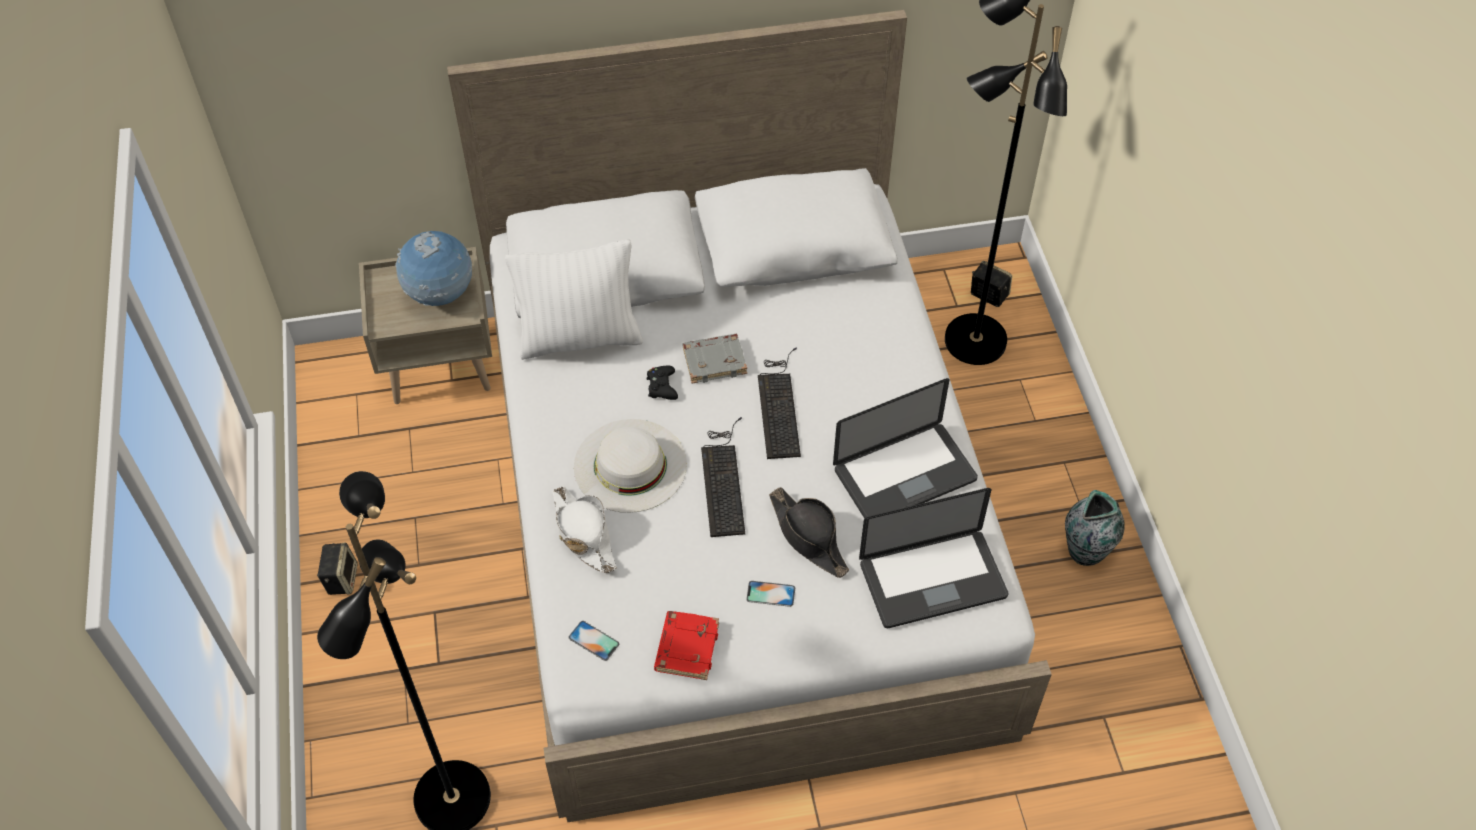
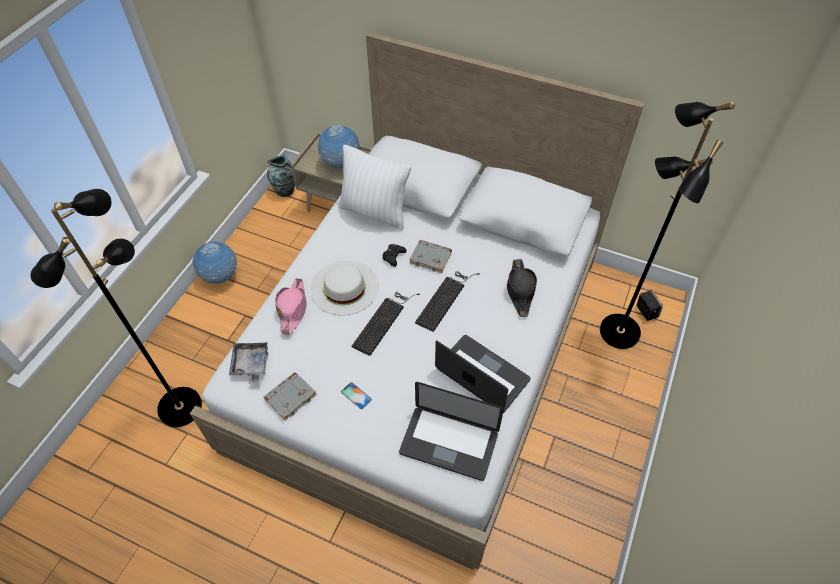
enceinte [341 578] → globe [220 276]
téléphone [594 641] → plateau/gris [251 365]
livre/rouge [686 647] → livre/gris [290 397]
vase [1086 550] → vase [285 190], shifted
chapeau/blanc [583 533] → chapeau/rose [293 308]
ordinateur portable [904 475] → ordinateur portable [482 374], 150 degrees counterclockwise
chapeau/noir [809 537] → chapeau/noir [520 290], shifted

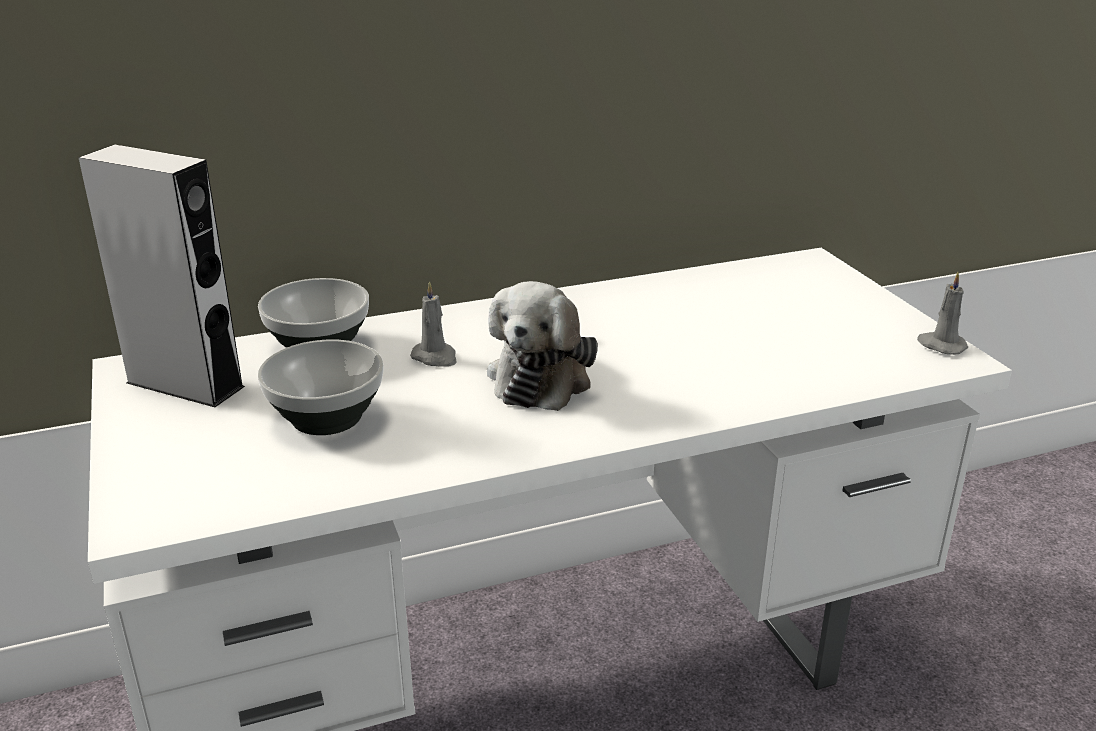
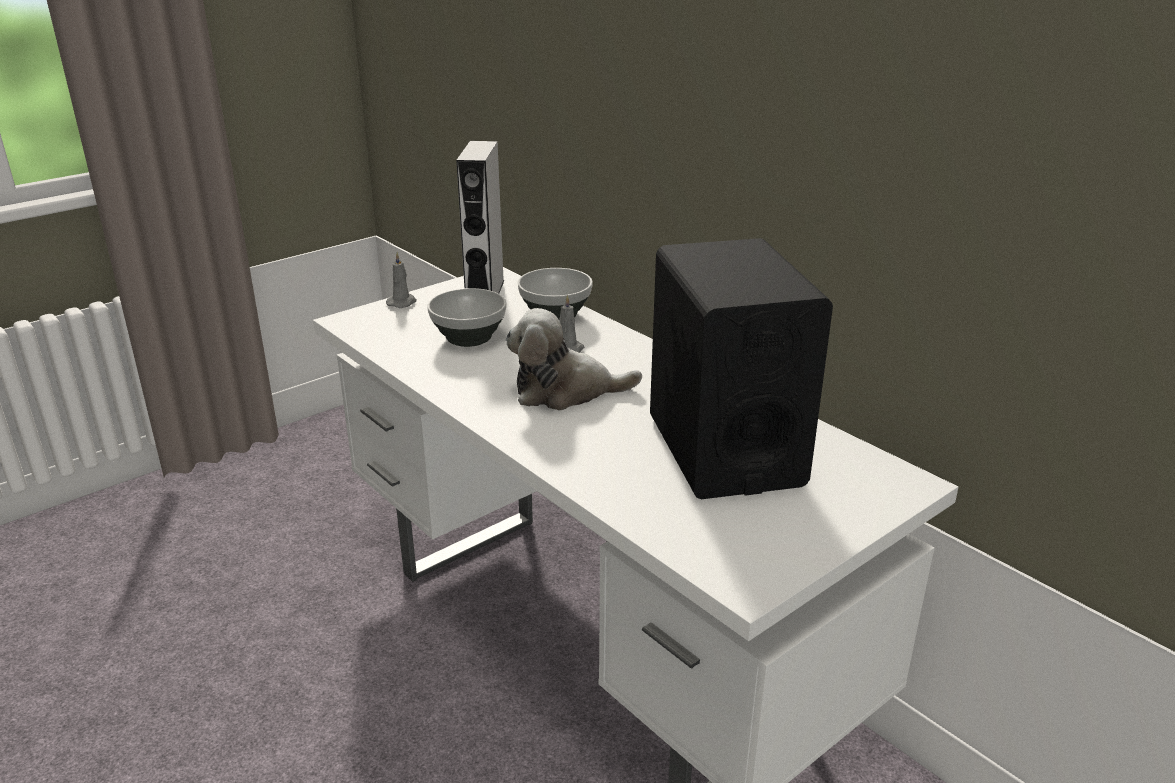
bougie/gris [940 345] → bougie/gris [402 302], shifted
- → enceinte/noir [724 450]

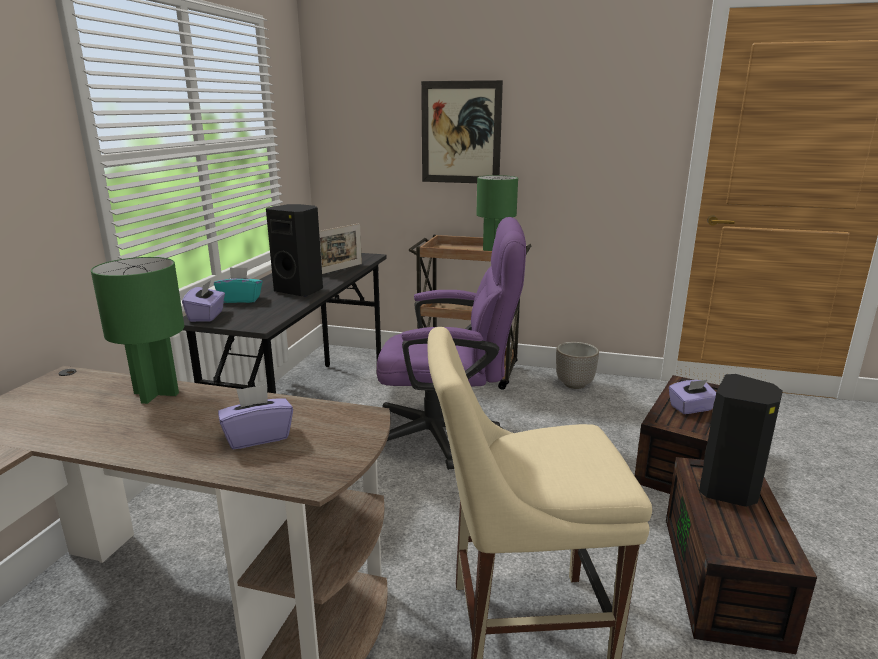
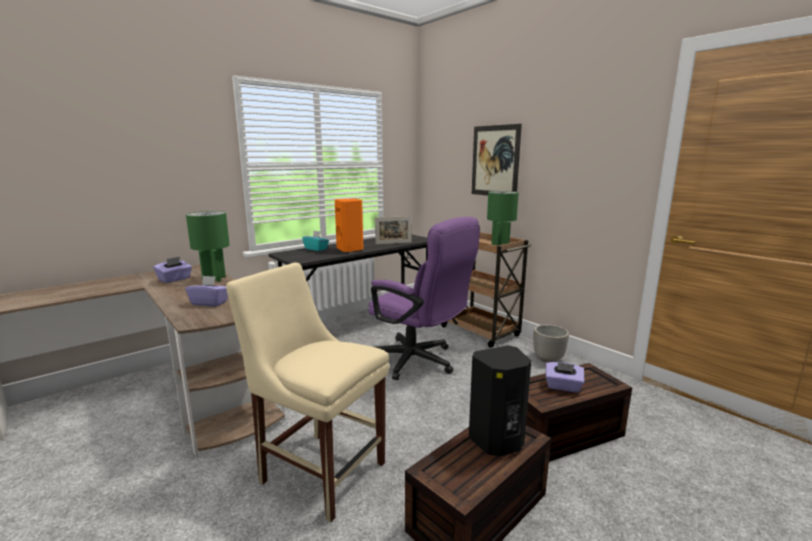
boîte à mouchoirs/violet [207 316] → boîte à mouchoirs/violet [175 279], shifted
enceinte/noir [300 290] → enceinte/orange [350 249]

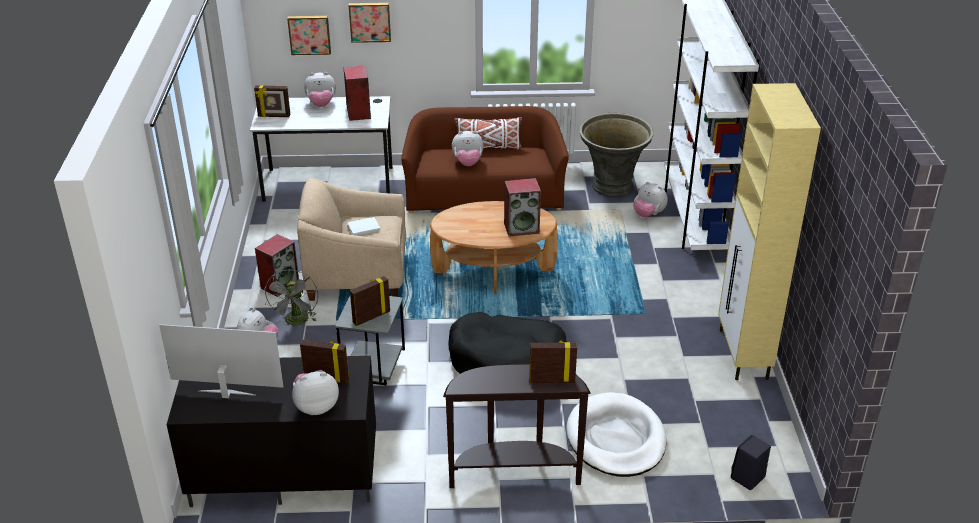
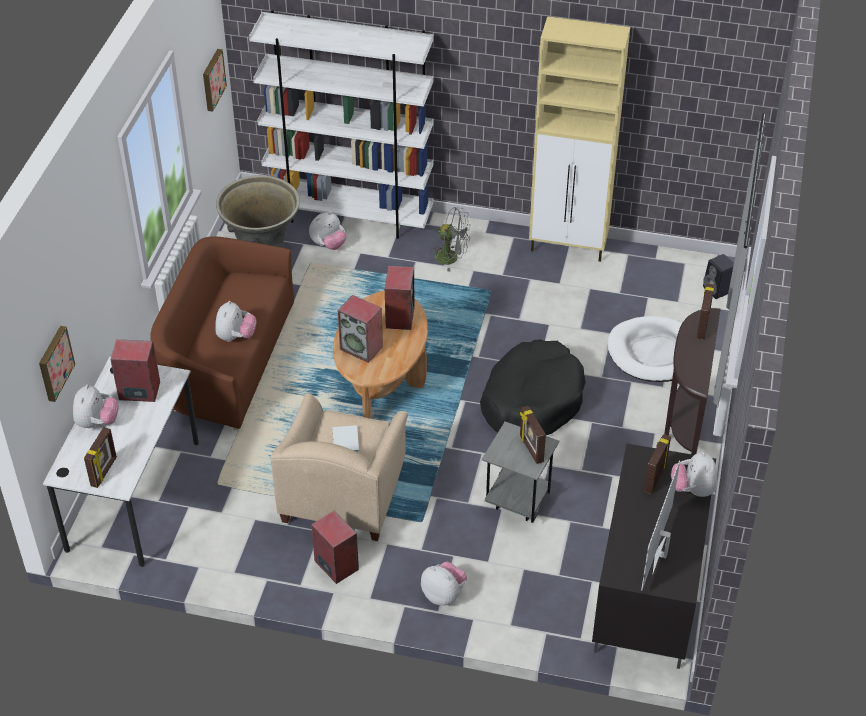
tableau [370 21] → tableau [212 79], shifted
- → enceinte [362 348]
ventilateur/gris [296 322] → ventilateur/gris [452 258], shifted
coussin/blanc [488 147] → -

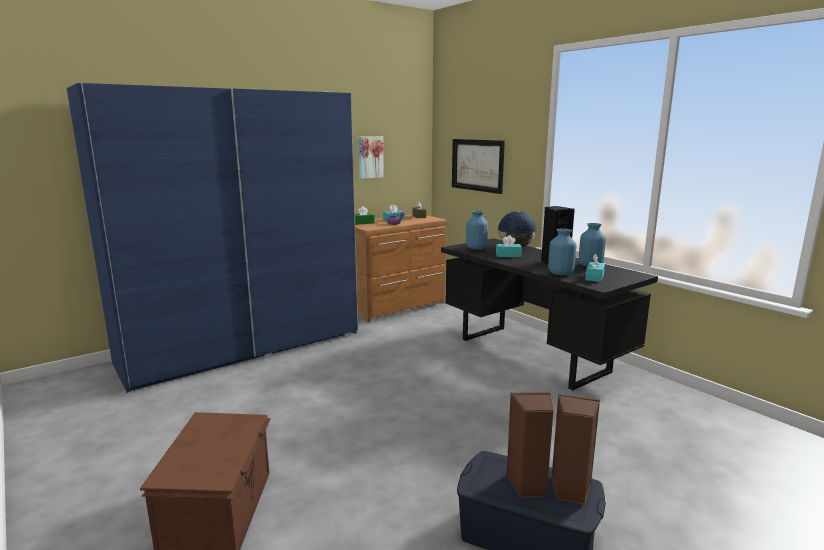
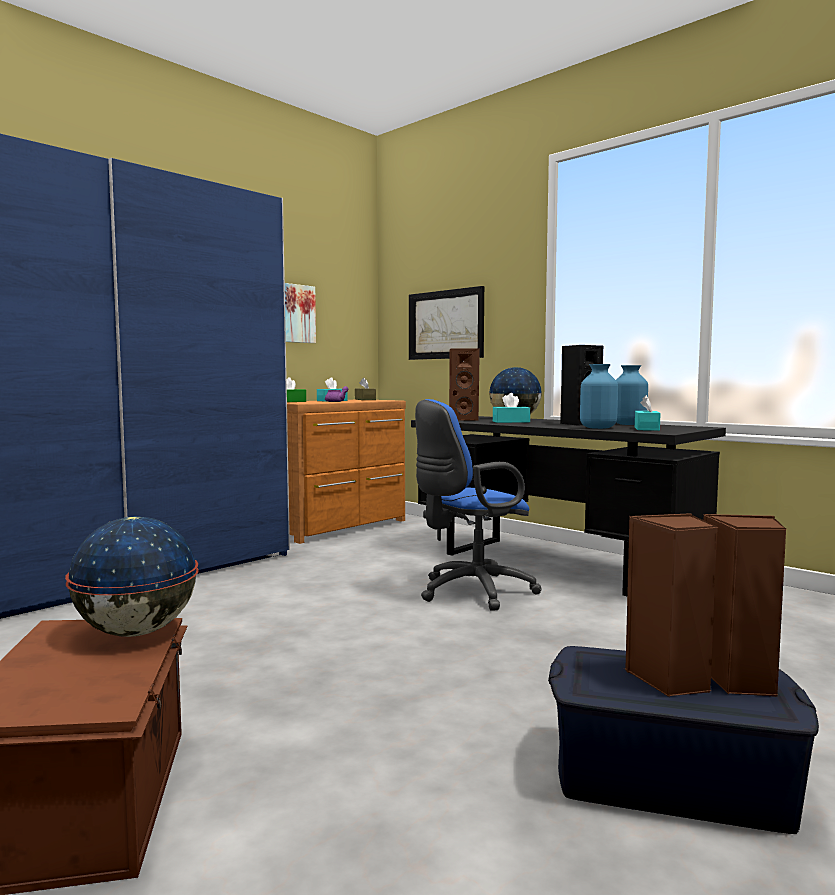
- → globe [135 632]
- → chaise de bureau/bleu [470 592]
vase/bleu [476 248] → enceinte/marron [461 419]

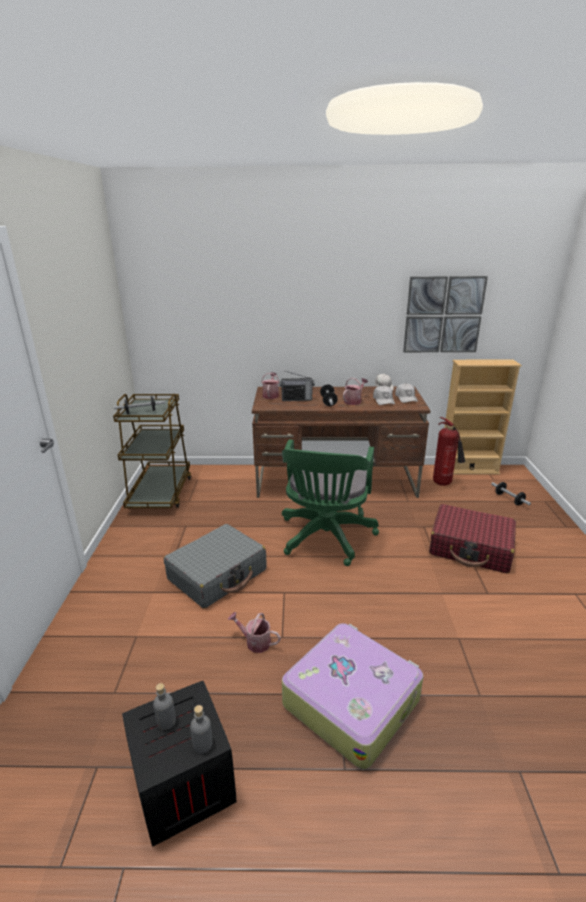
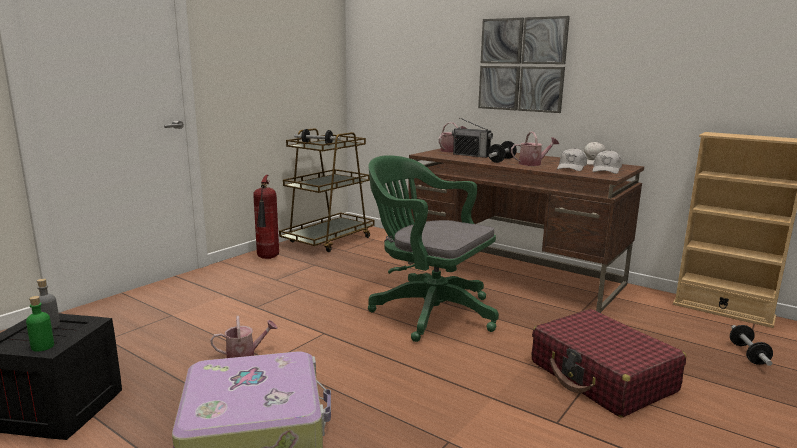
bouteille/gris [202 744] → bouteille/vert [42 346]
arrosoir [255 642] → arrosoir [245 354], 105 degrees clockwise
extincteur [444 484] → extincteur [268 258], shifted
chaise de bureau/vert [325 539] → chaise de bureau/vert [428 311], 75 degrees clockwise
tableau [443 315] → tableau [521 65], shifted
valise/gris [218 575] → -

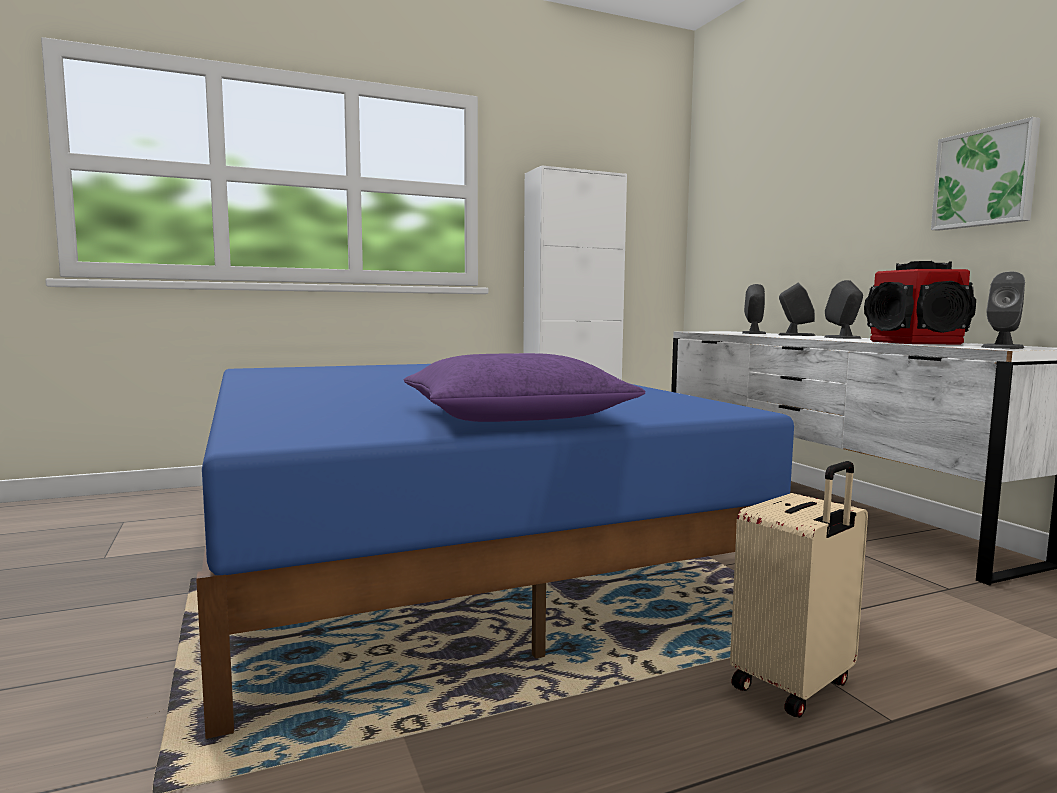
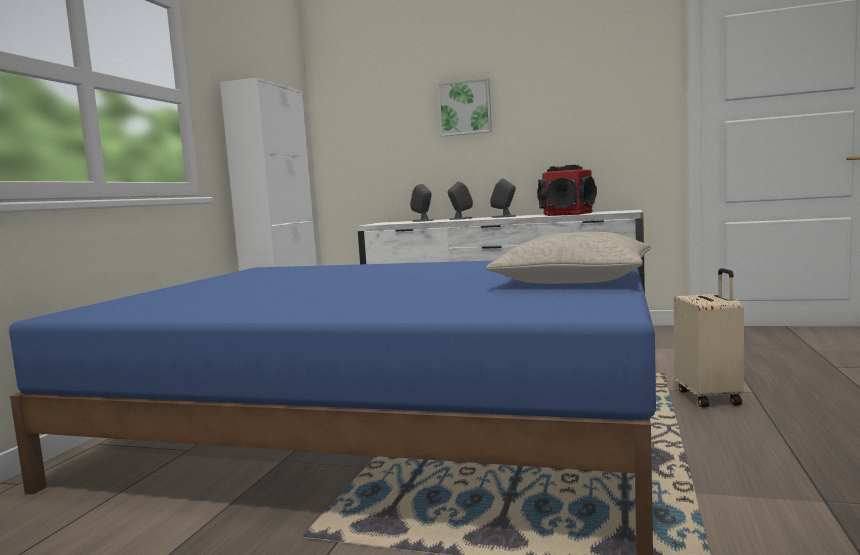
tableau [985 178] → tableau [465 108], shifted
coussin/violet [512 416] → coussin/beige [573 279]
enceinte/gris [1002 347] → -

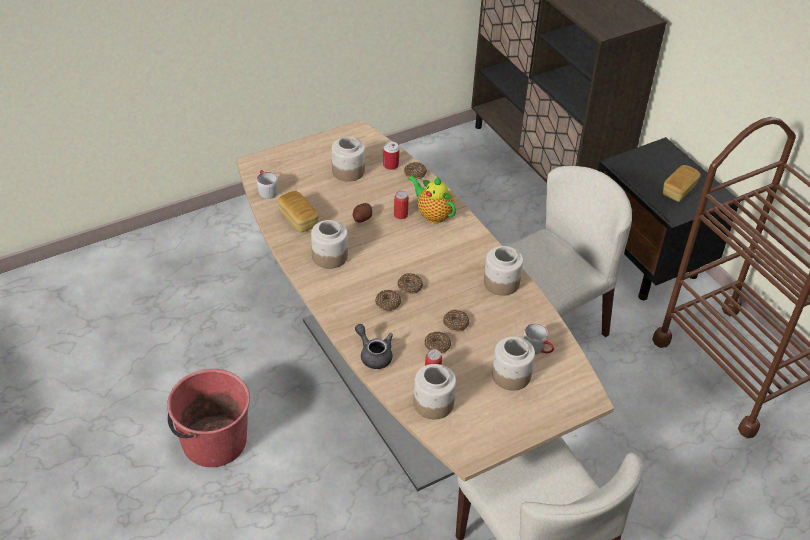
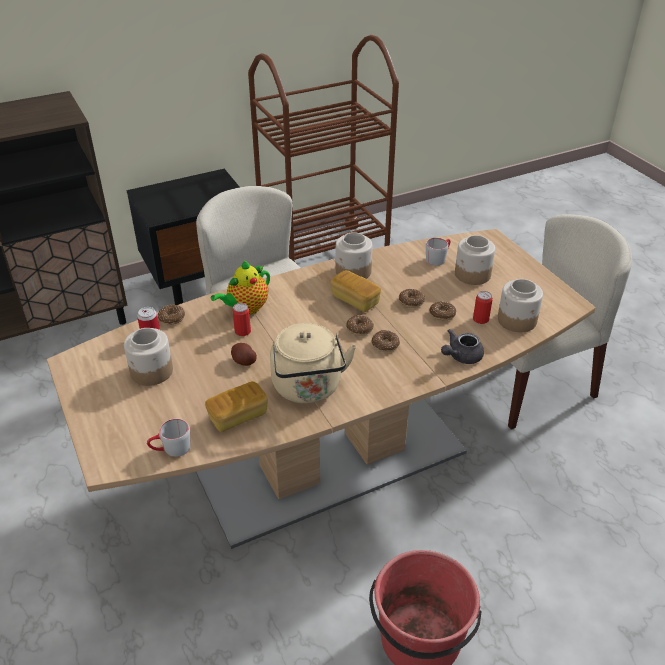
bocal [329 256] → bouilloire/beige [308 389]
pain [679 190] → pain [355 300], shifted

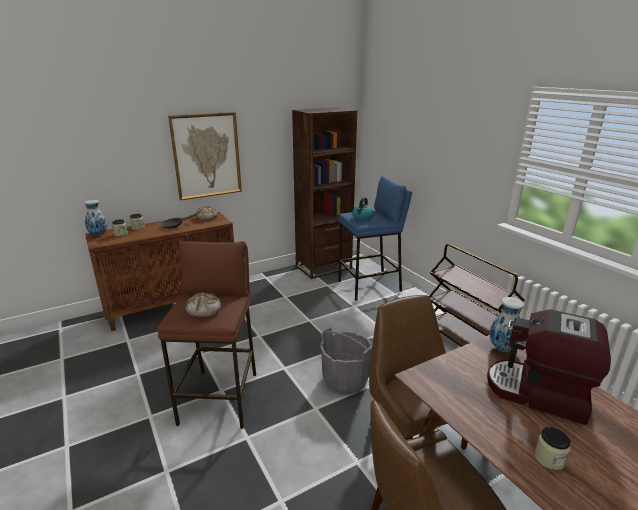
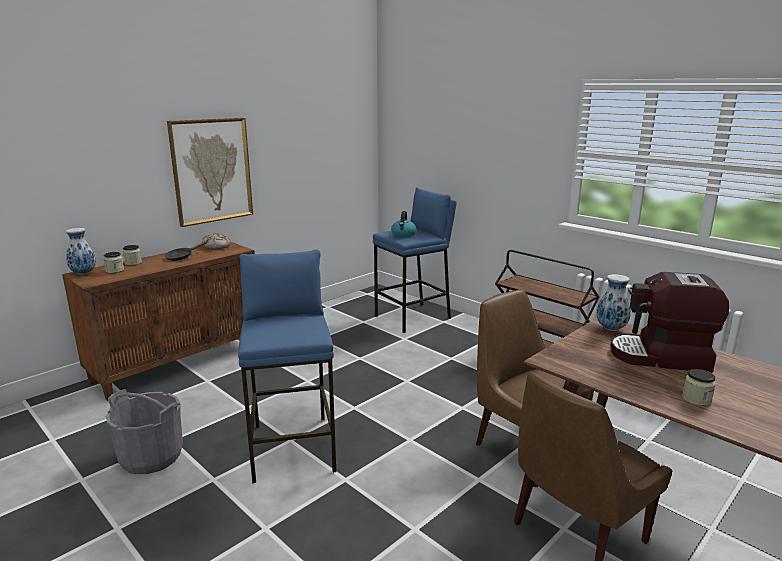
seau/gris [345 379] → seau/gris [151 456], shifted
tabouret/marron [220 397] → tabouret/bleu [293 447]
pain [204 310] → -
bibliothèque/marron [323 267] → -

